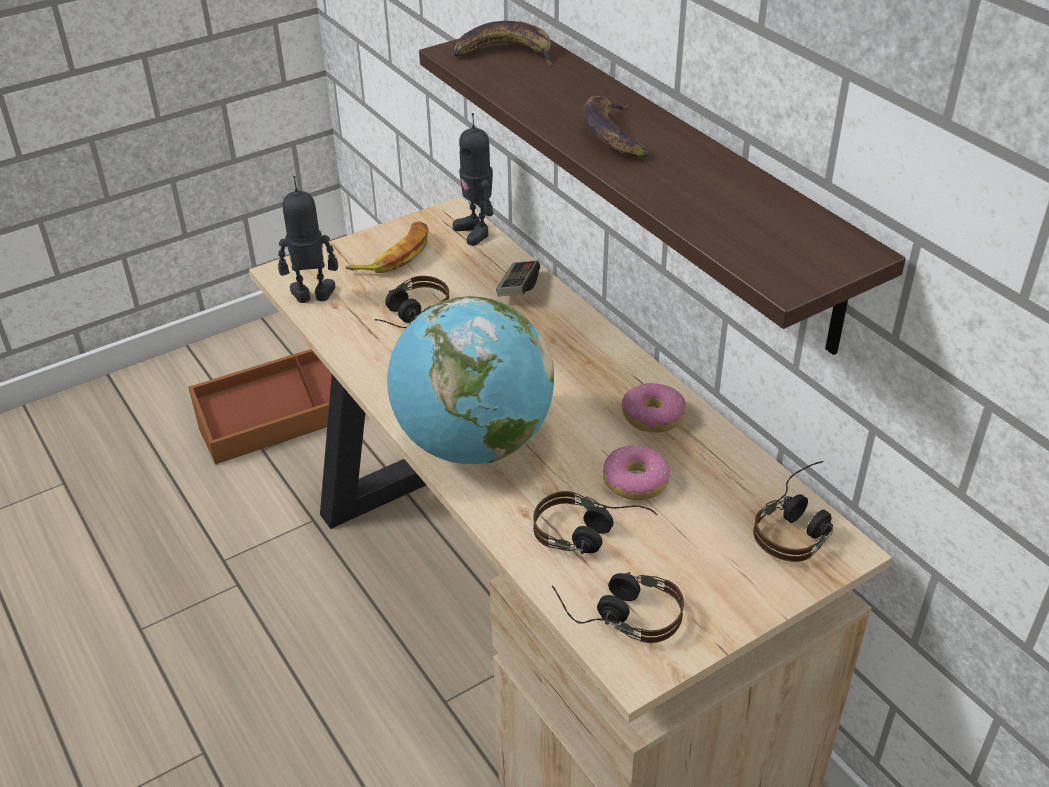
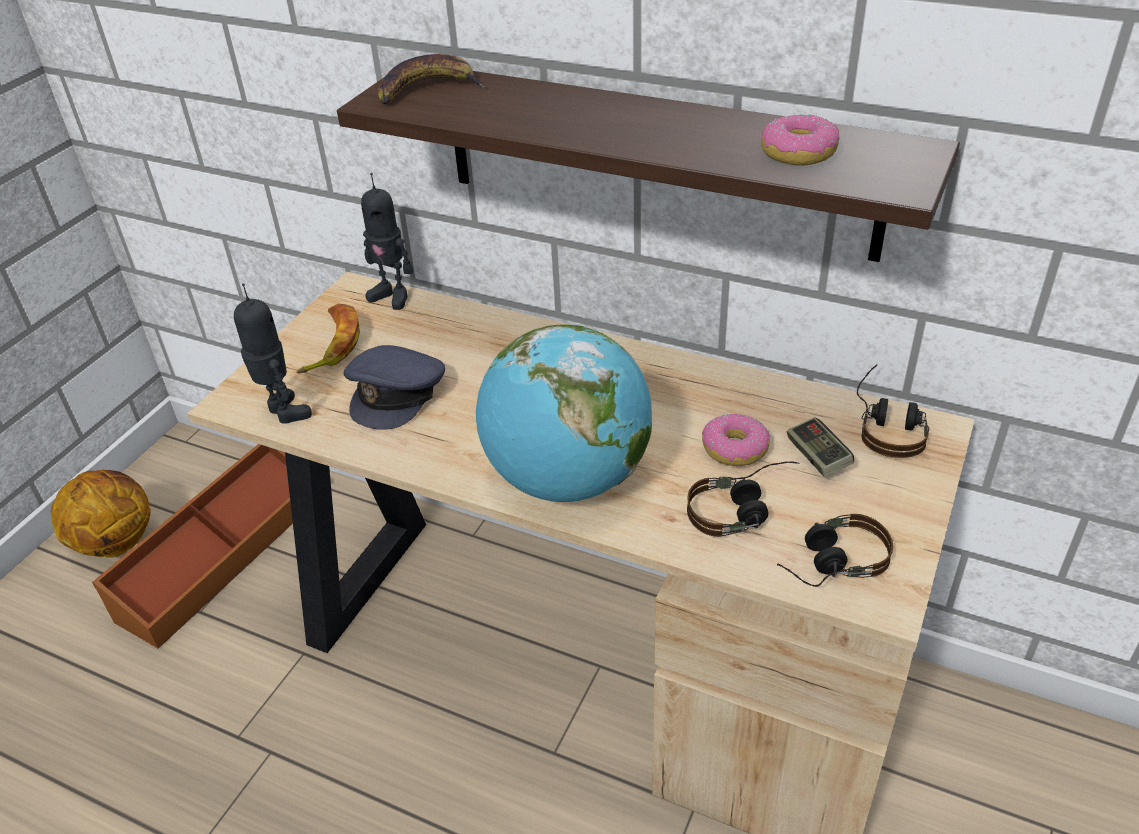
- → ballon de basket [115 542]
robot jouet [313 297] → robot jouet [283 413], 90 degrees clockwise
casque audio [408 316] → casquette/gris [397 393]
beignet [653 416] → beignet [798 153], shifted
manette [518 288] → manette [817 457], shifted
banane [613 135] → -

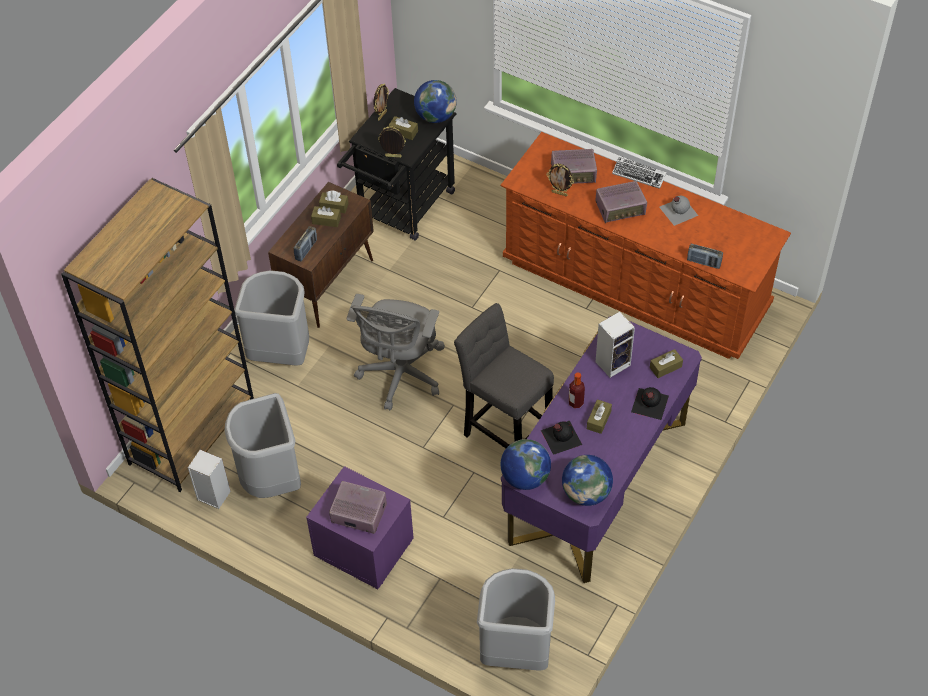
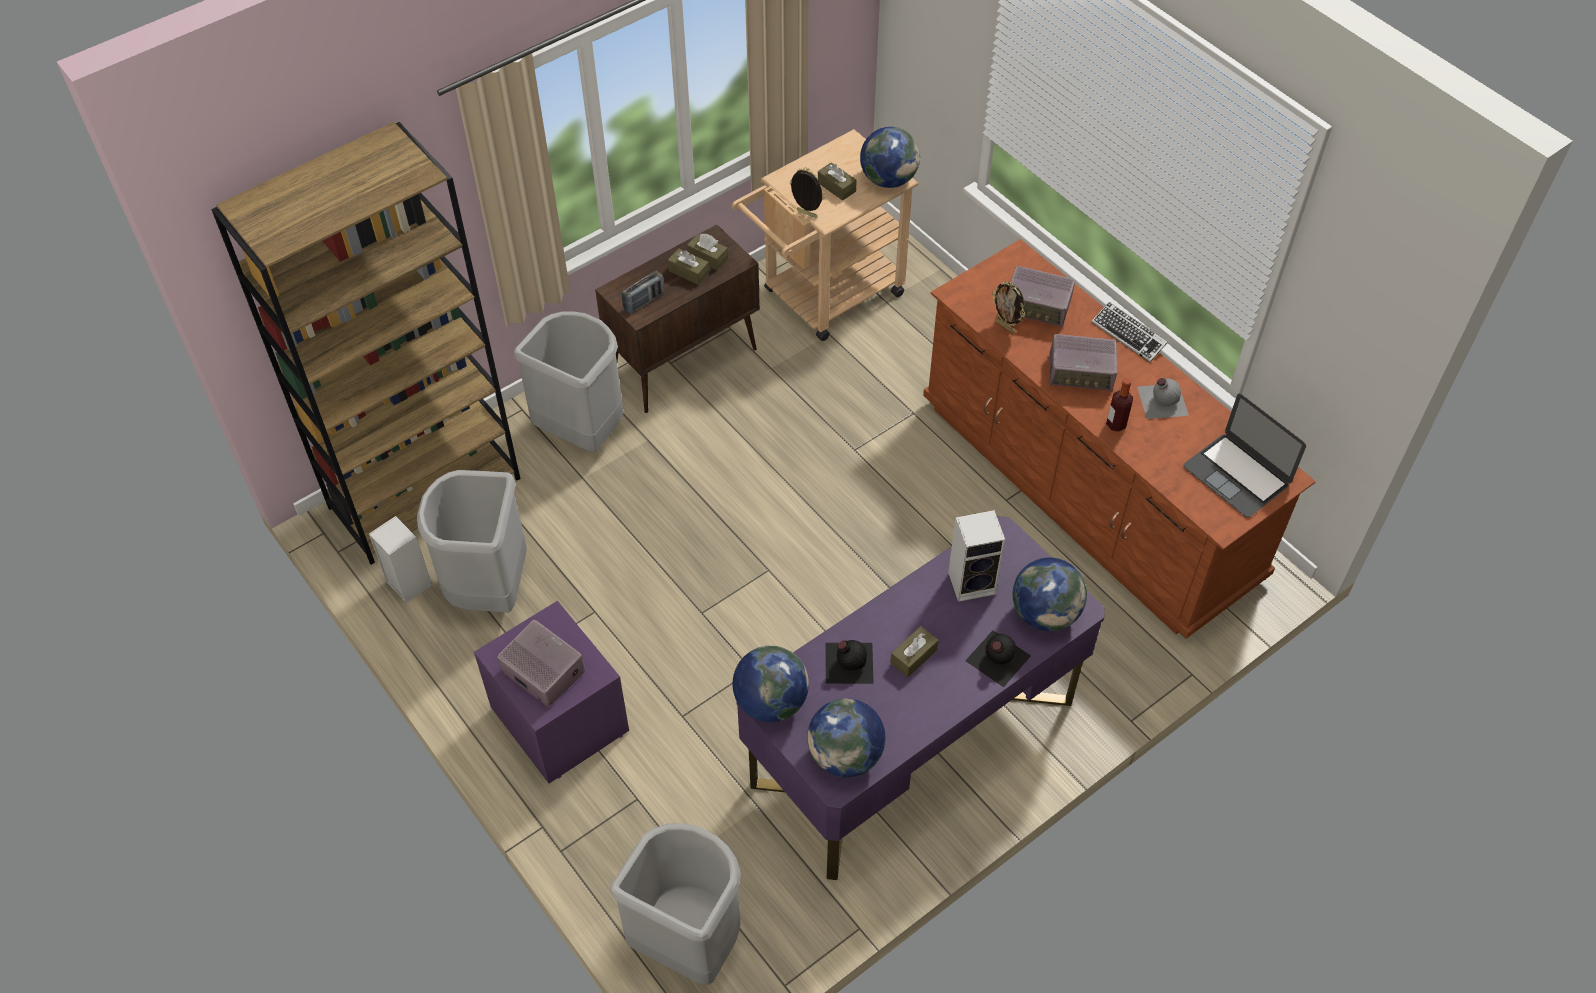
chariot/noir [402 209] → chariot/beige [824 297]
boîte à mouchoirs/marron [665 367] → globe [1045 613]
bouteille [576 402] → bouteille [1116 424], shifted
- → ordinateur portable [1236 475]
chaise de bureau/gris [400 376] → -
cadre photo [382 115] → -
tabouret/gris [505 434] → -
radio [703 262] → -

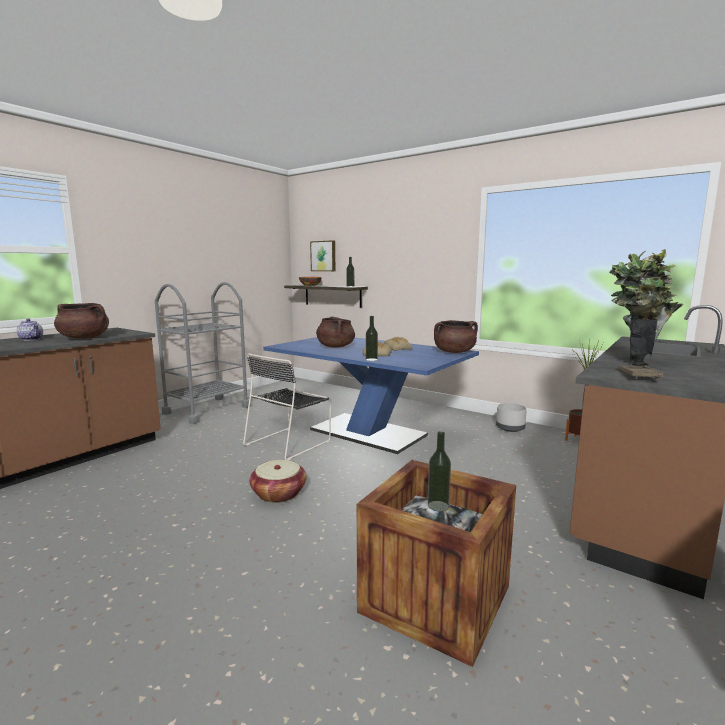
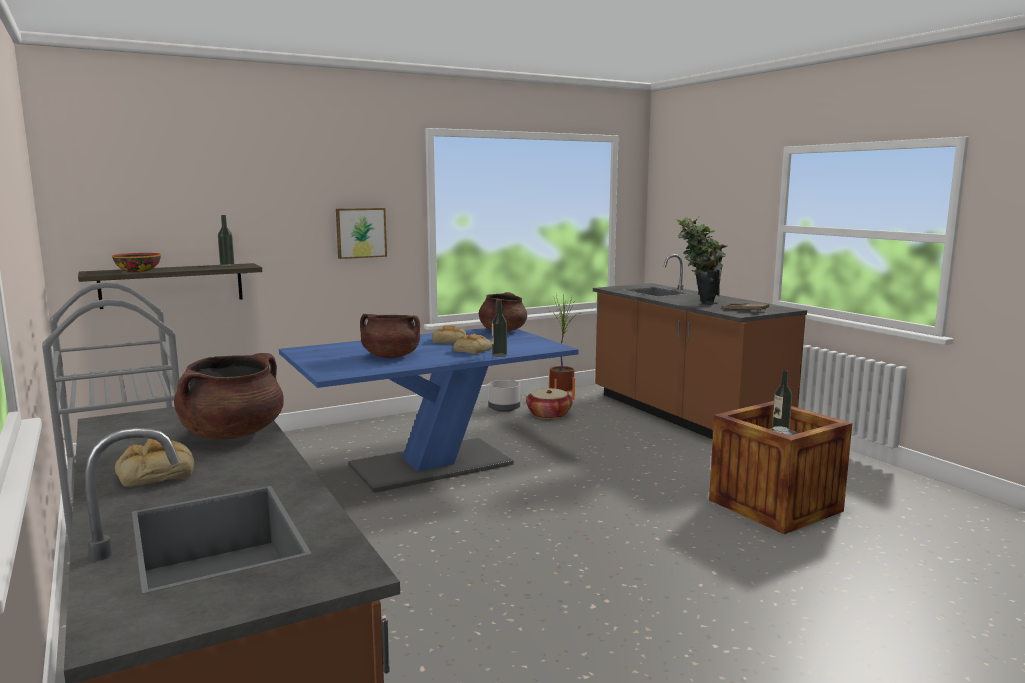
théière [31 339] → pain [155 472]
tableau [323 256] → tableau [360 232], shifted
panier [278 494] → panier [549 415], shifted
chaise/noir [289 442] → -

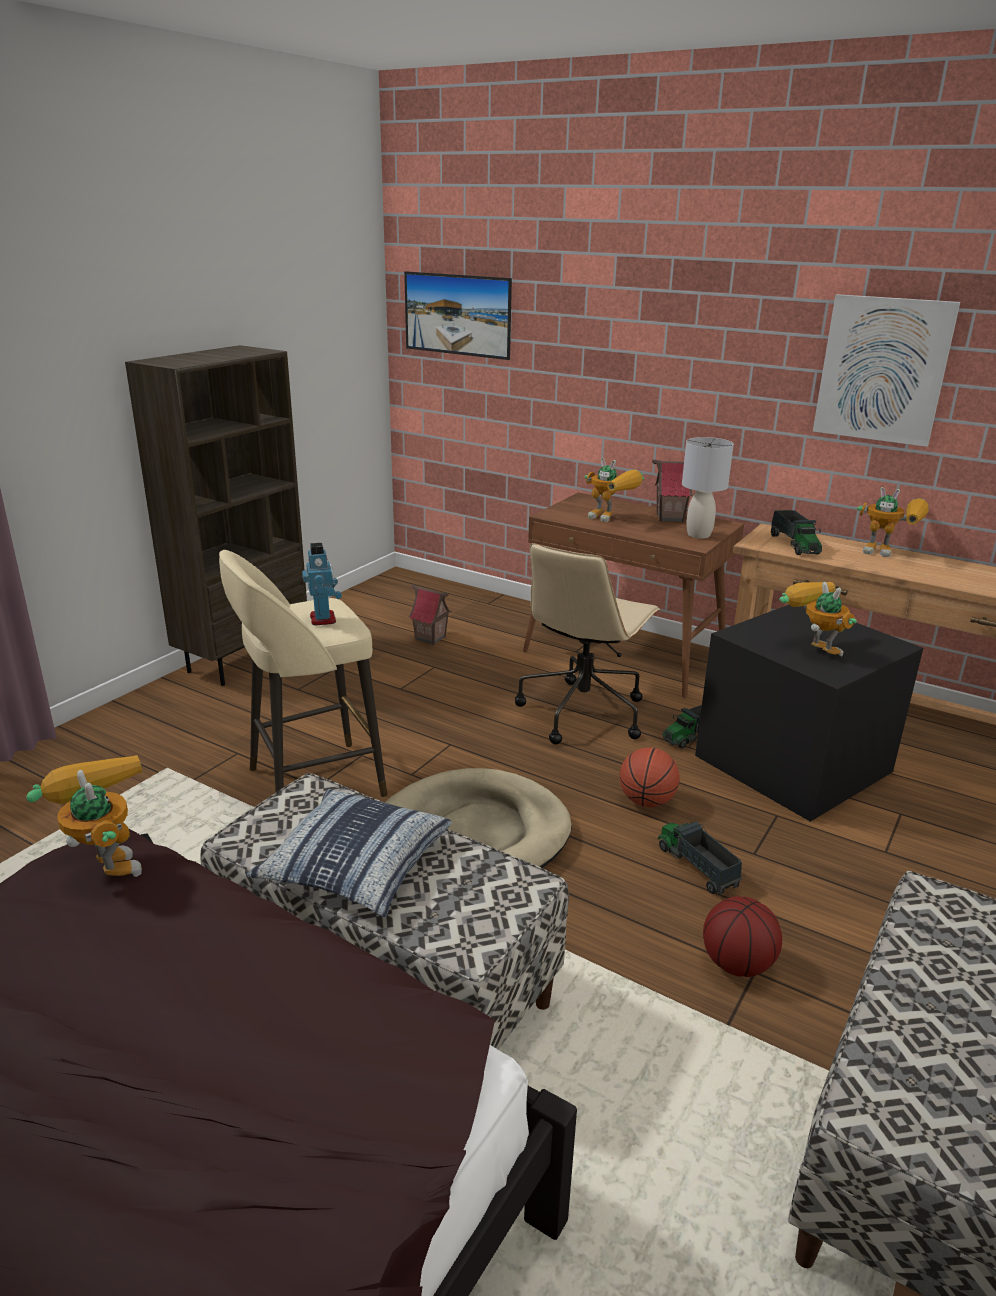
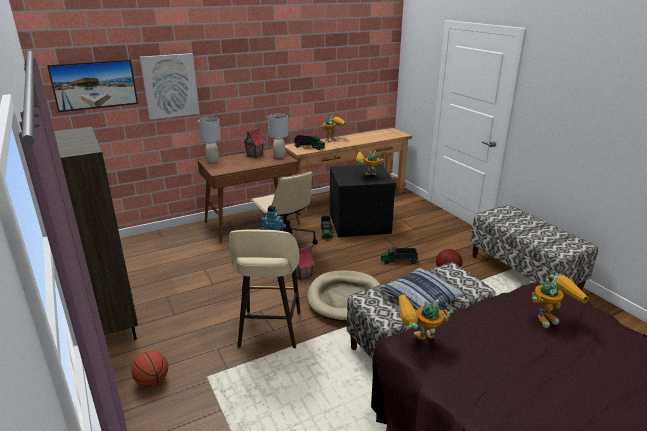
ballon de basket [646 801] → ballon de basket [152 381], shifted
tableau [883 370] → tableau [170 86], shifted
- → lampe de table/gris [212 161]
maison miniature [430 638] → maison miniature [303 275], shifted
robot jouet [611 519] → robot jouet [550 317], shifted

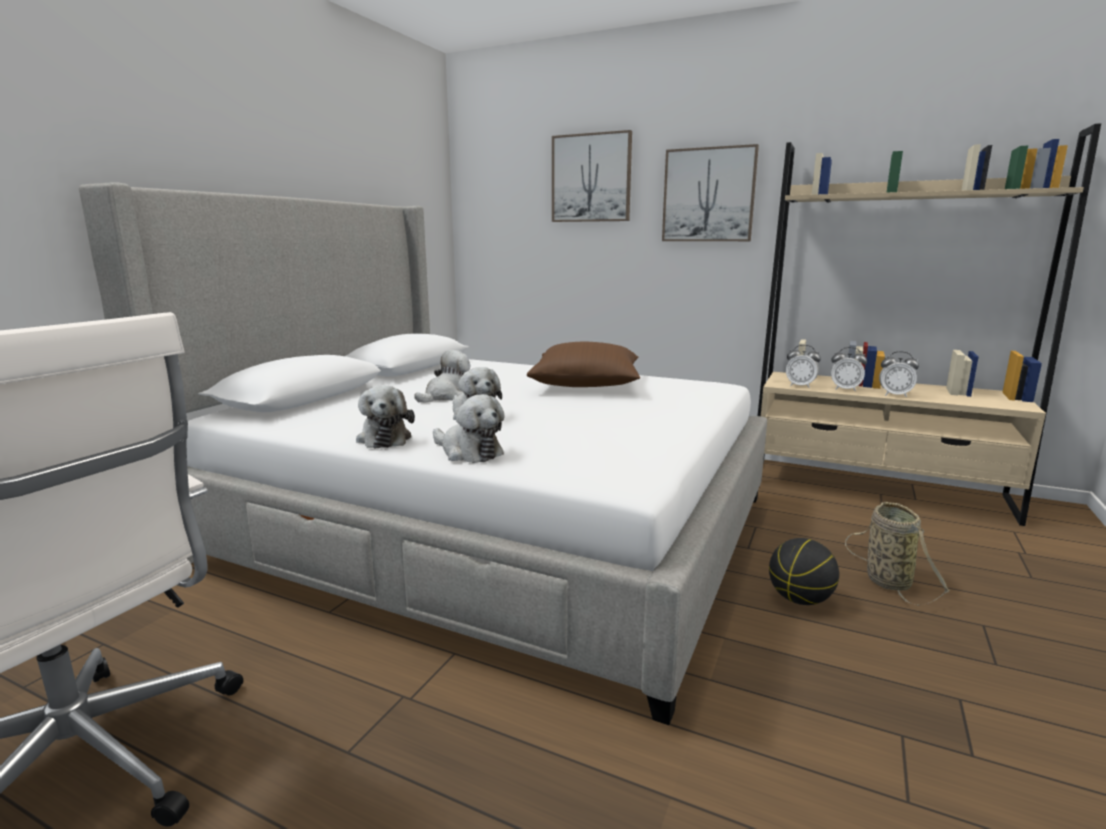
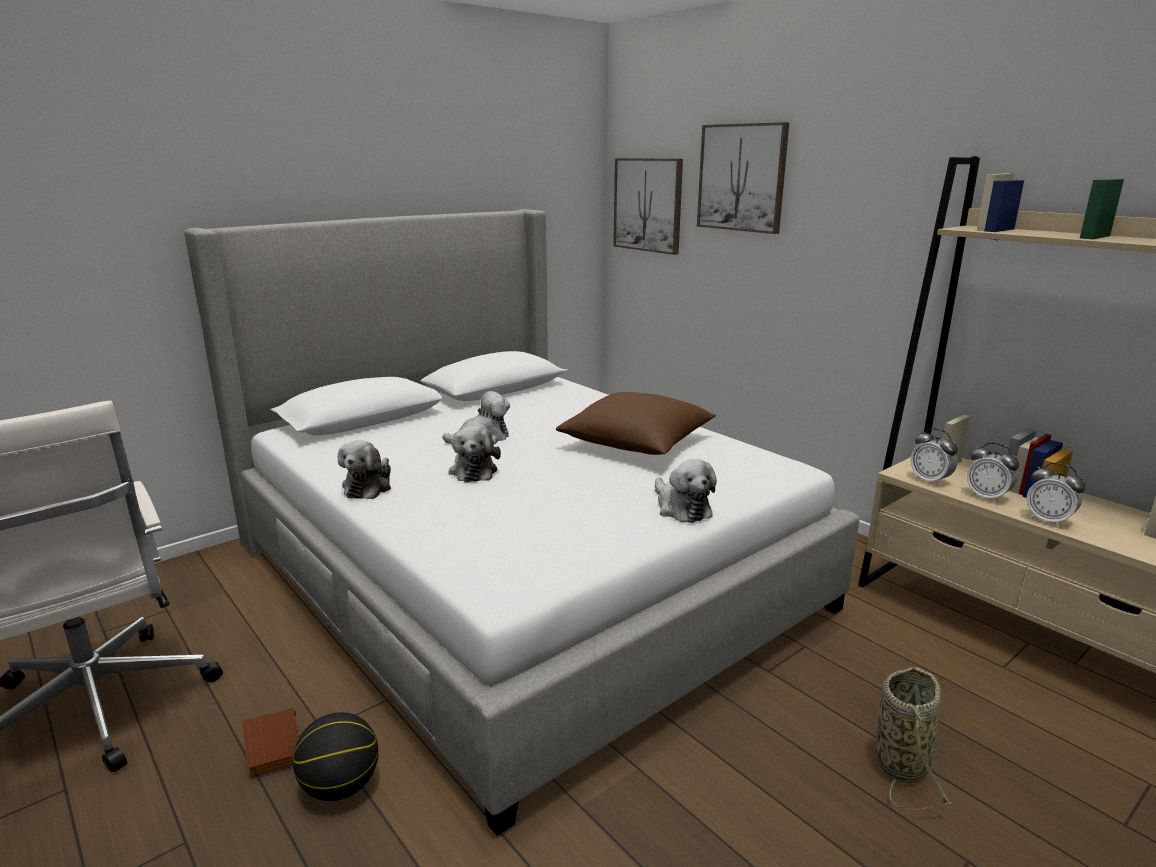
- → maison miniature [273 751]
ballon de basket [800 599] → ballon de basket [341 787], shifted
tableau [708 195] → tableau [648 205], shifted
peluche [468 452] → peluche [681 508], shifted

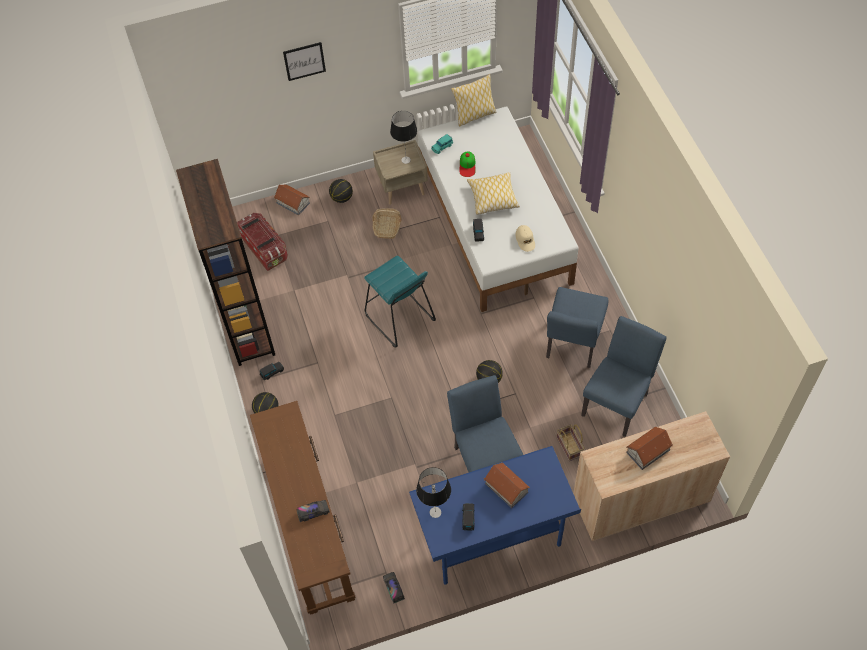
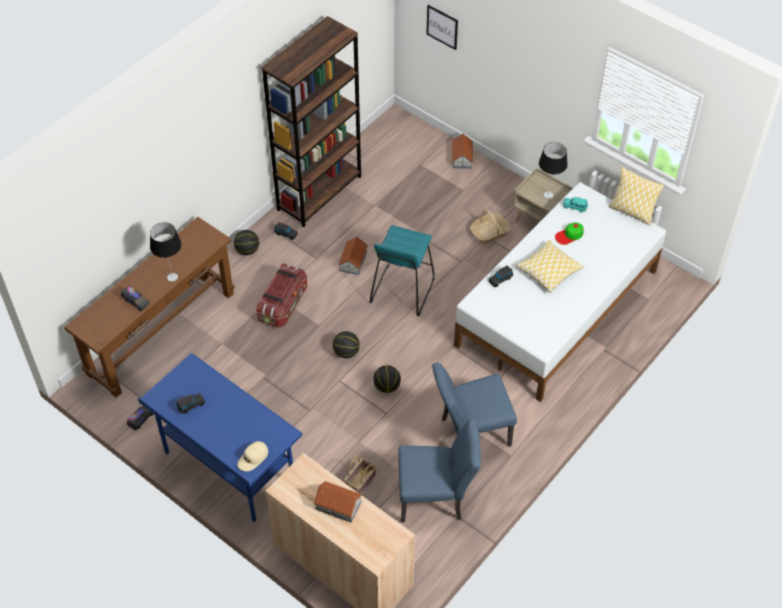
lampe de table [435 512] → lampe de table [172 277], shifted
casquette/beige [525 240] → casquette/beige [253 458], shifted
boîte de rangement [264 248] → boîte de rangement [283 304], shifted
ballon de basket [342 198] → ballon de basket [346 352], shifted
maison miniature [506 488] → maison miniature [353 261], shifted
tableau [304 61] → tableau [442 27], shifted
chaise/bleu [484 458] → -

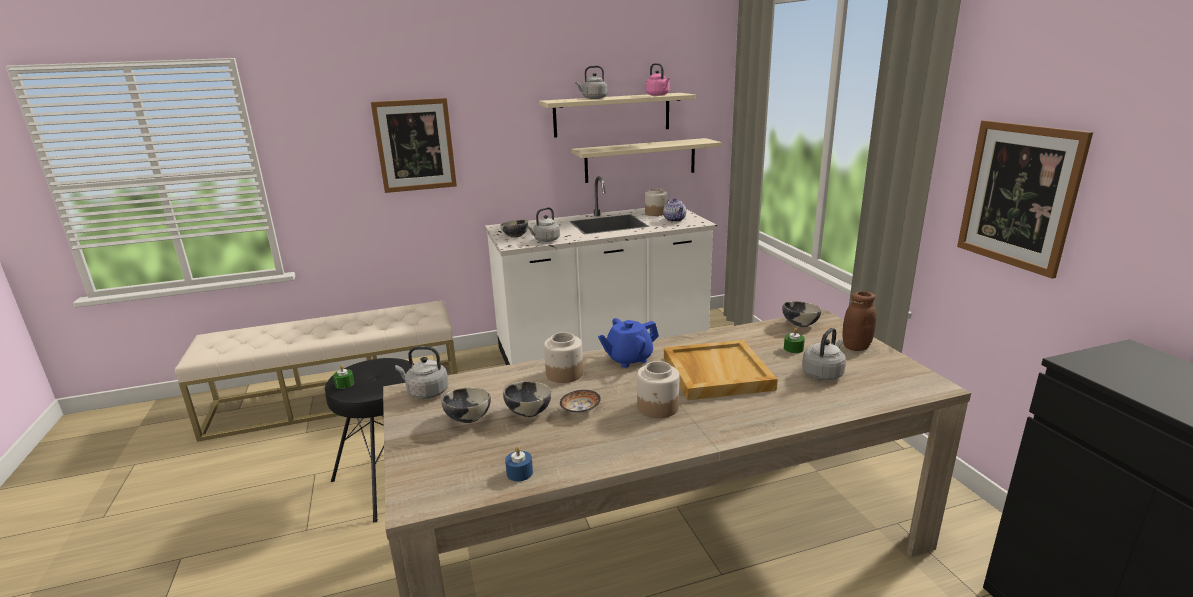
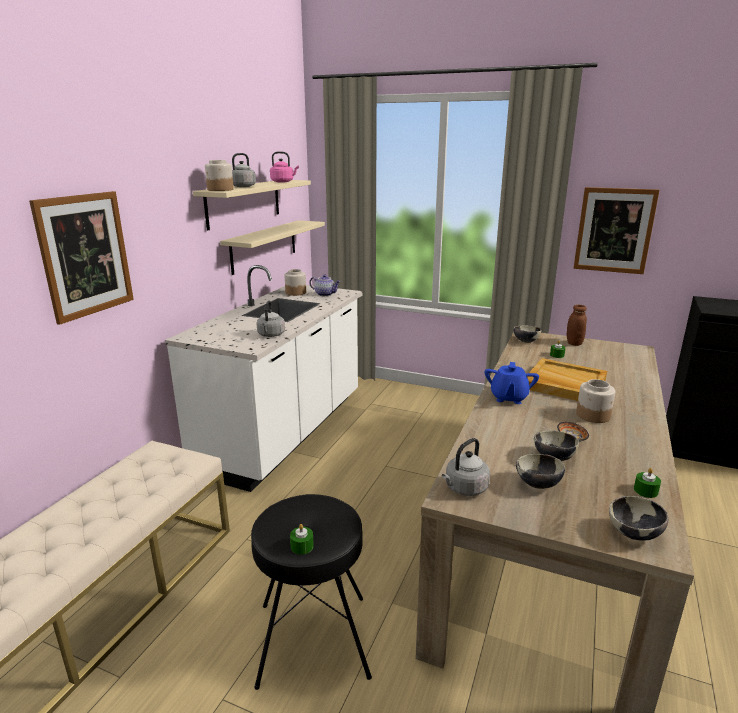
bocal [564 374] → bocal [220 190], shifted
bol [515 236] → bol [634 534], shifted
bougie/bleu [519 473] → bougie/vert [645 491]
bouilloire/gris [823 373] → -

